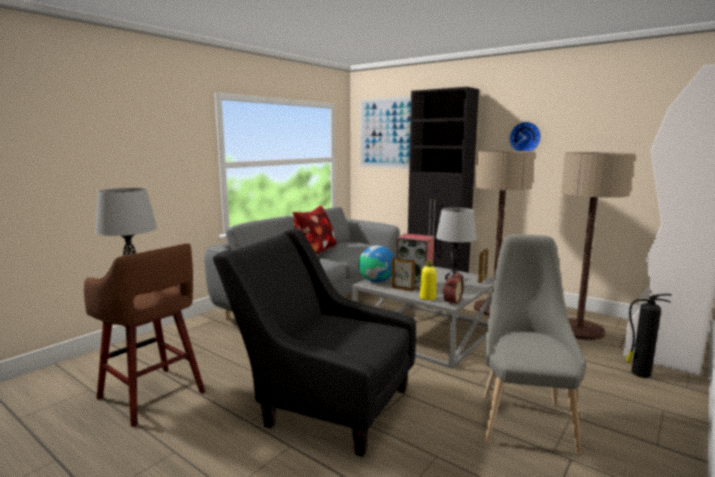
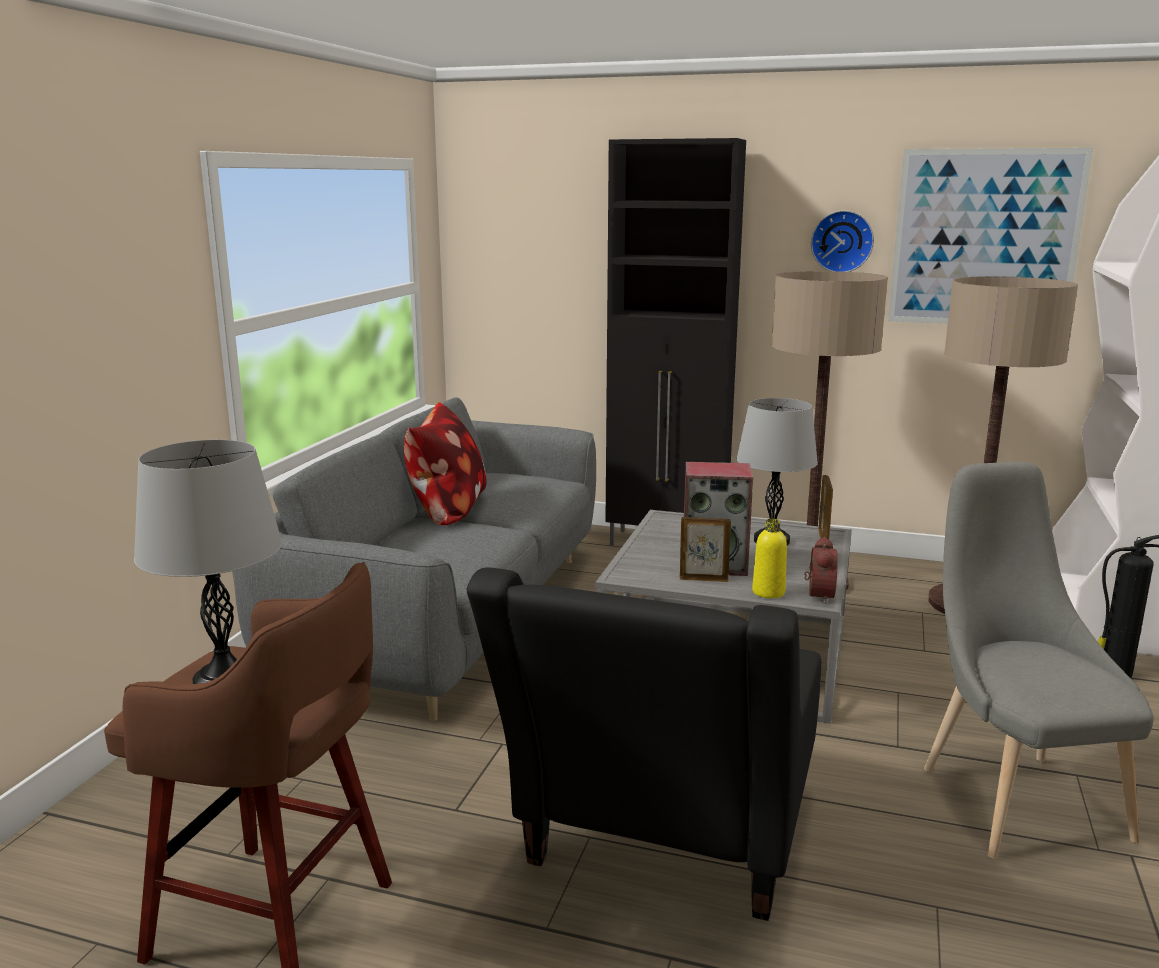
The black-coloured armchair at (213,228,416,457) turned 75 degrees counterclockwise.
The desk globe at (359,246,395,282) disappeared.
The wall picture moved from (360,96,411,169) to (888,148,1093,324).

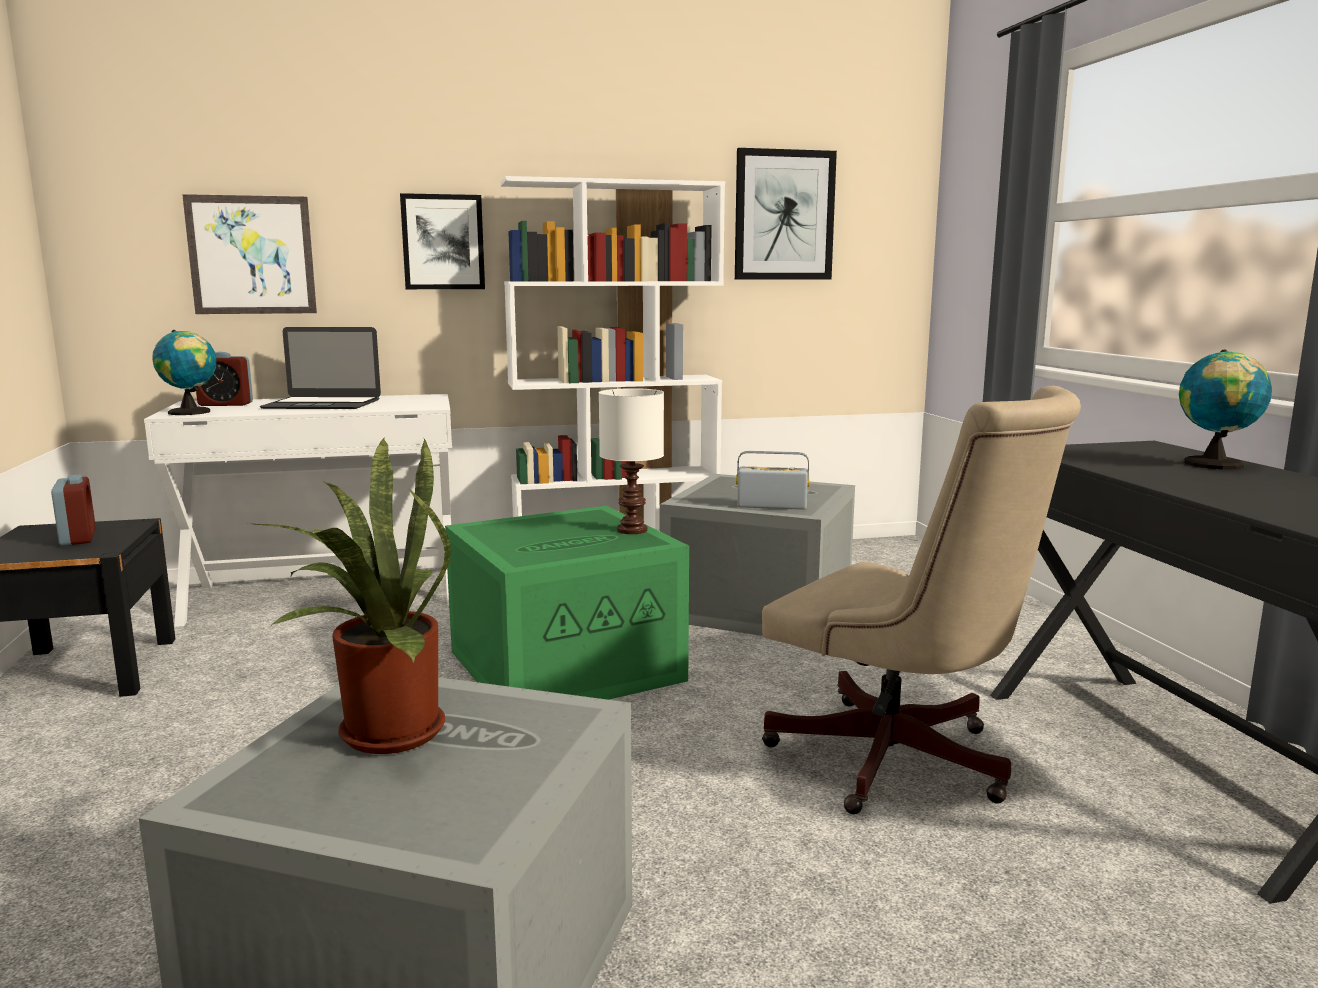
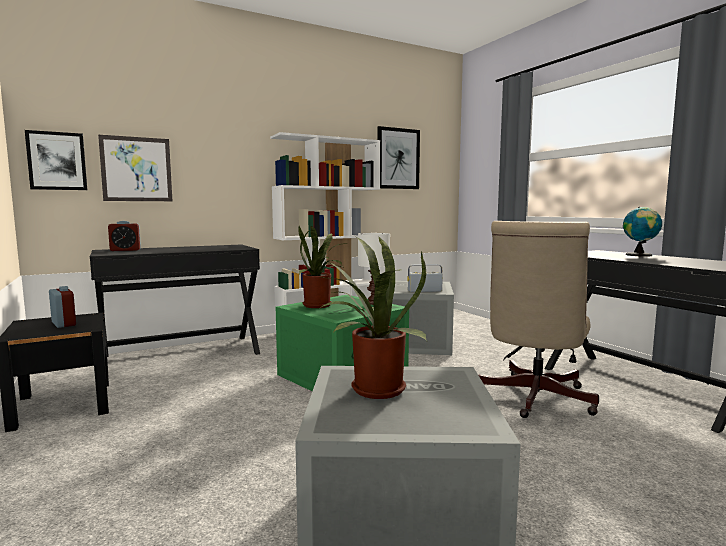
The white desk at (144,394,452,627) became the black-coloured desk at (90,244,260,367).
The desk globe at (152,330,217,415) disappeared.
The notebook computer at (259,327,381,409) disappeared.
The wall picture moved from (400,193,485,289) to (25,130,87,190).
The beige office chair at (762,386,1081,814) turned 90 degrees clockwise.
The houseplant at (298,226,348,308) appeared.

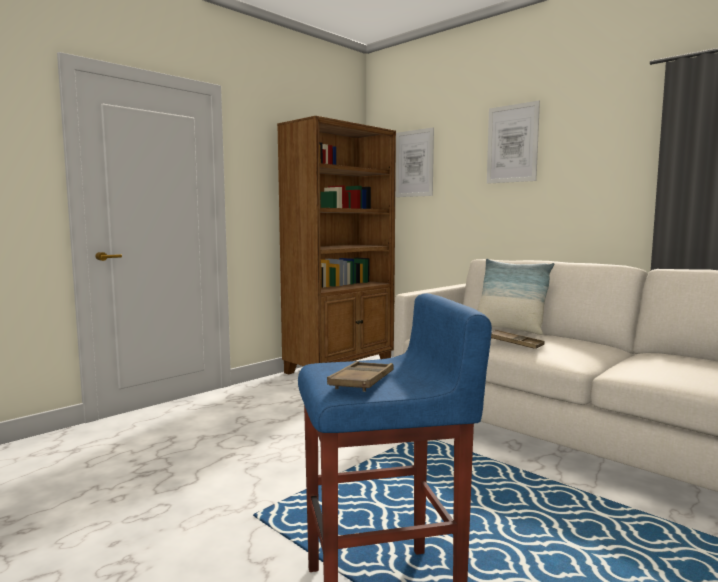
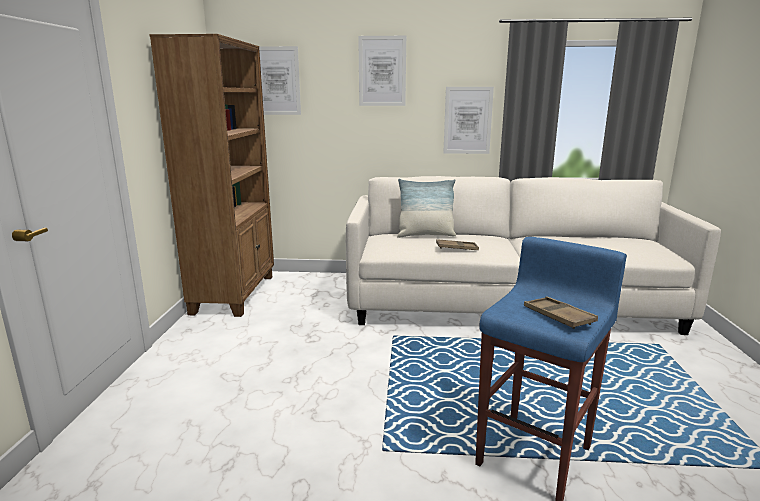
The wall picture at (443,87,494,154) appeared.

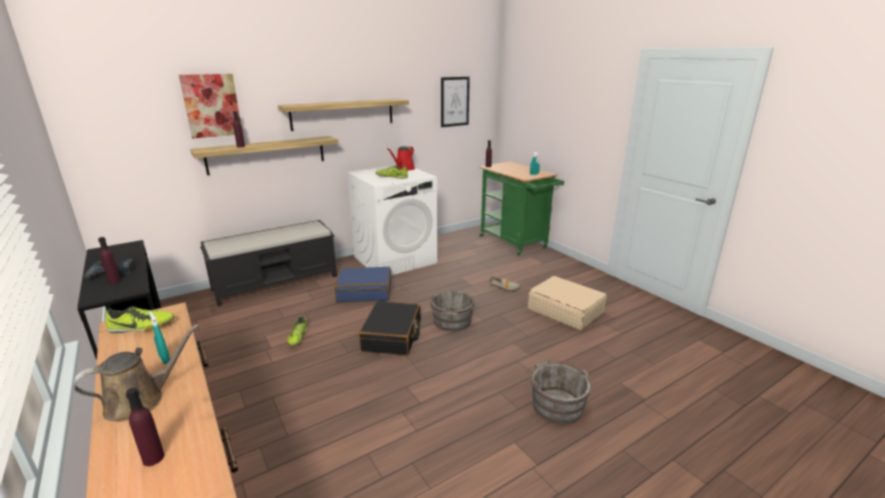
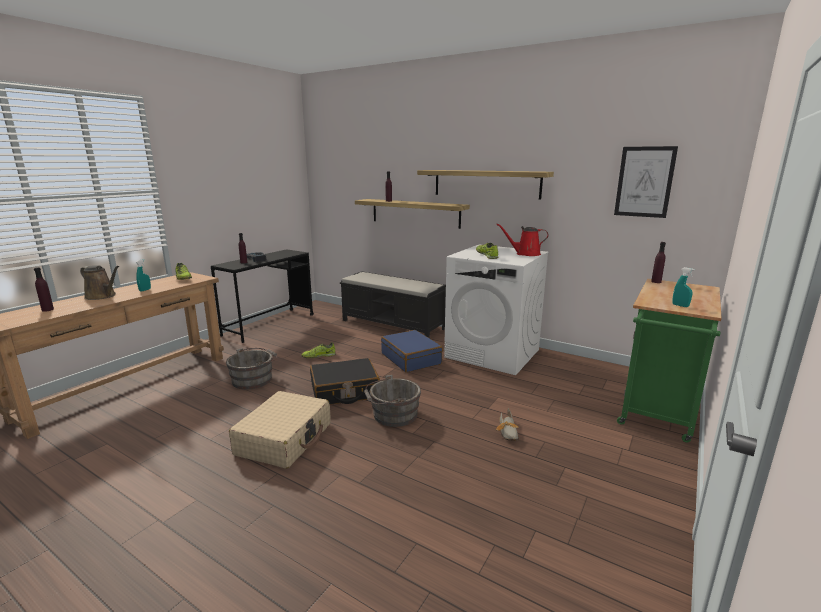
The wall picture at (179,74,241,138) disappeared.
The greyish bucket moved from (527,360,591,424) to (226,348,278,389).
The beige travel case moved from (528,276,607,330) to (229,391,331,469).

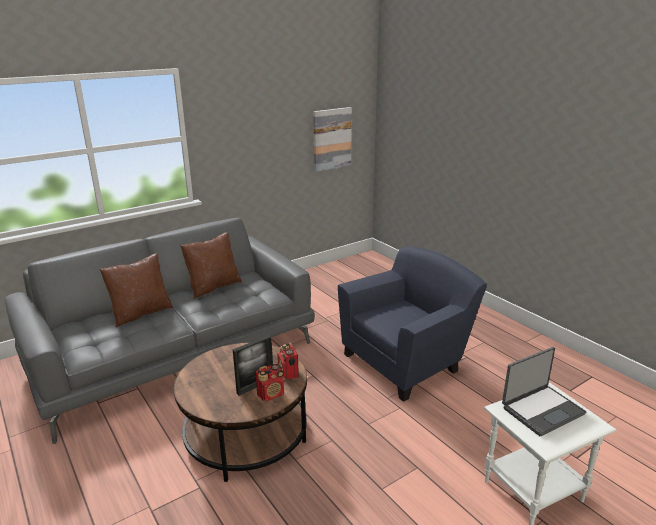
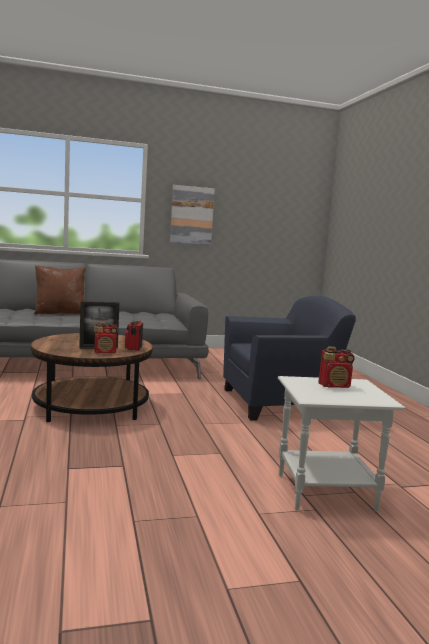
The brownish cushion at (180,232,242,298) disappeared.
The wall picture moved from (313,107,352,172) to (170,185,215,245).
The notebook computer at (502,347,586,436) was replaced by the radio receiver at (318,347,355,388).

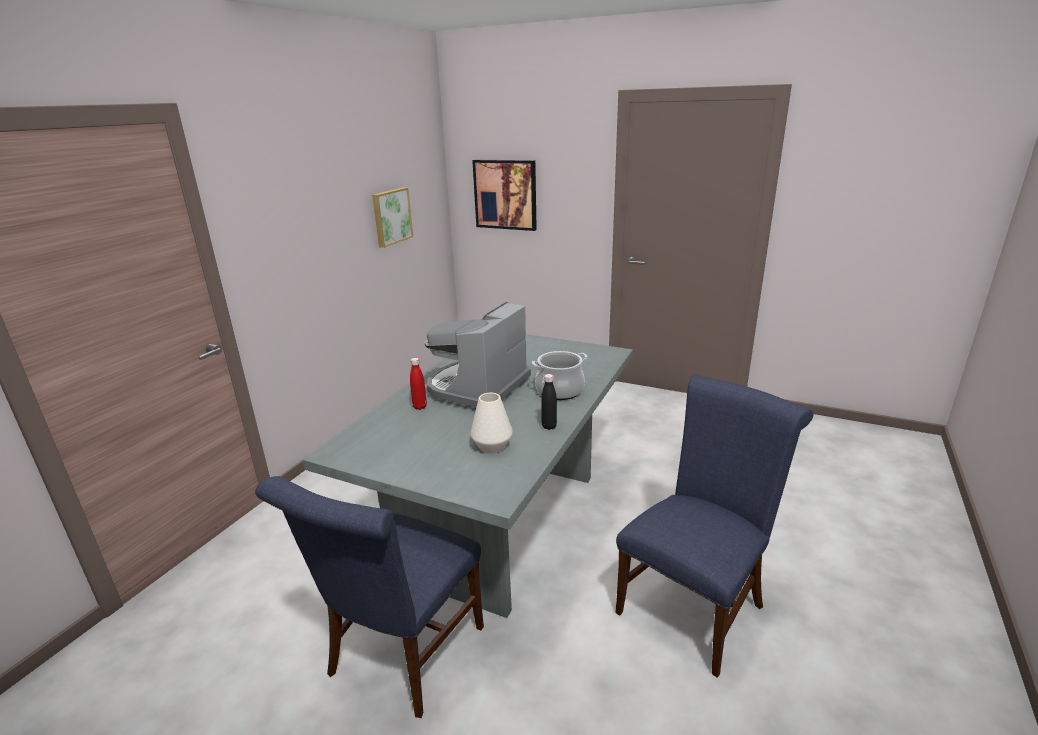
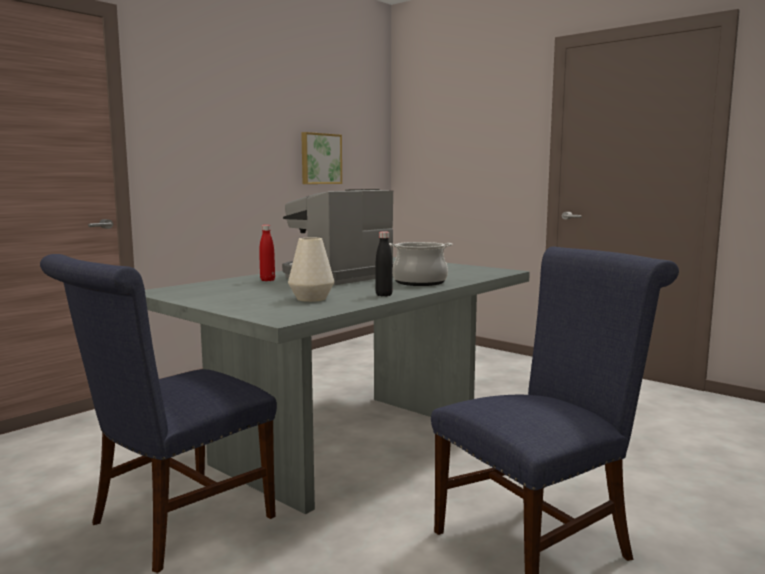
The wall picture at (472,160,537,231) disappeared.

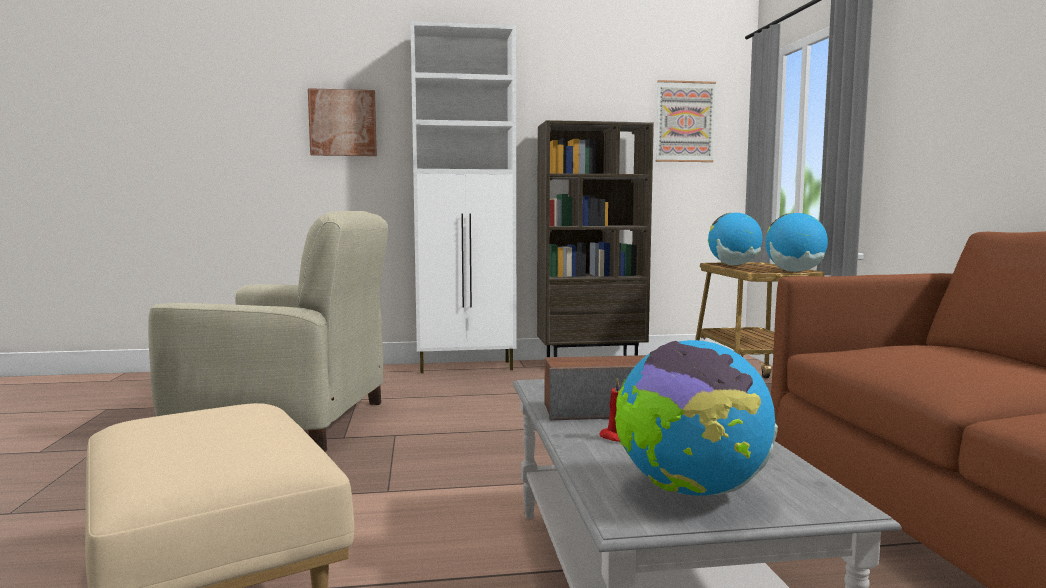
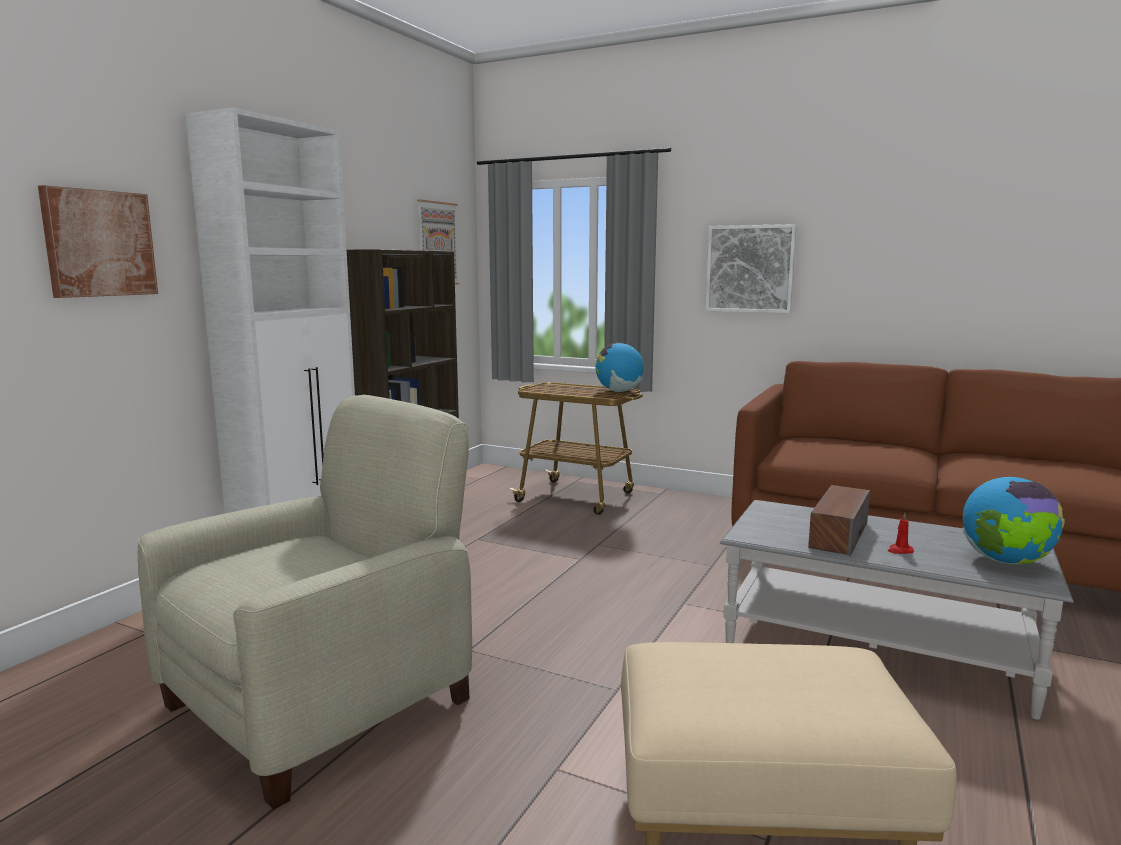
The desk globe at (708,213,762,265) disappeared.
The wall picture at (706,224,797,313) appeared.

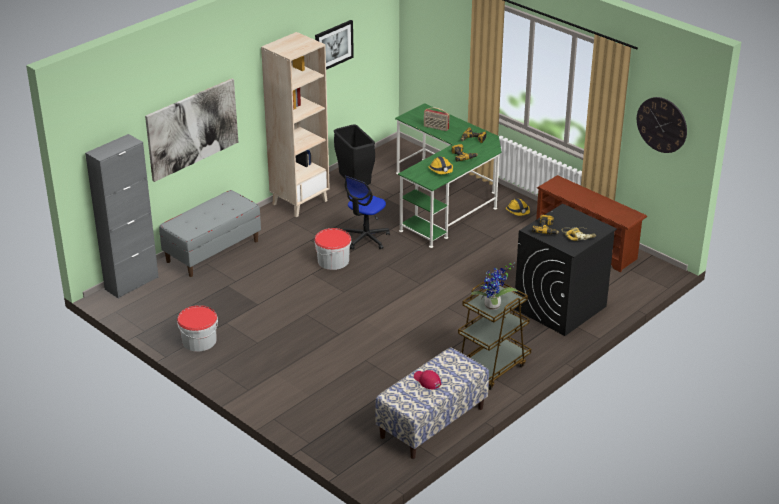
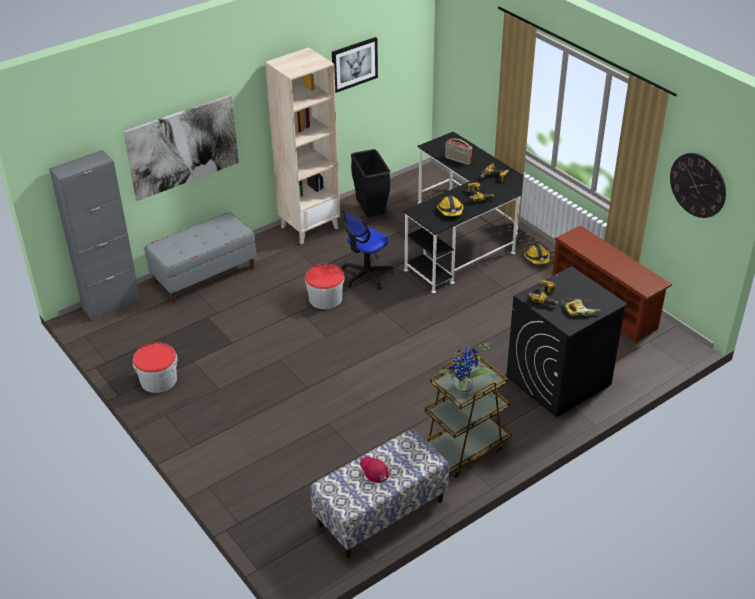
The greenish desk at (395,103,501,248) became the black-coloured desk at (403,132,523,293).

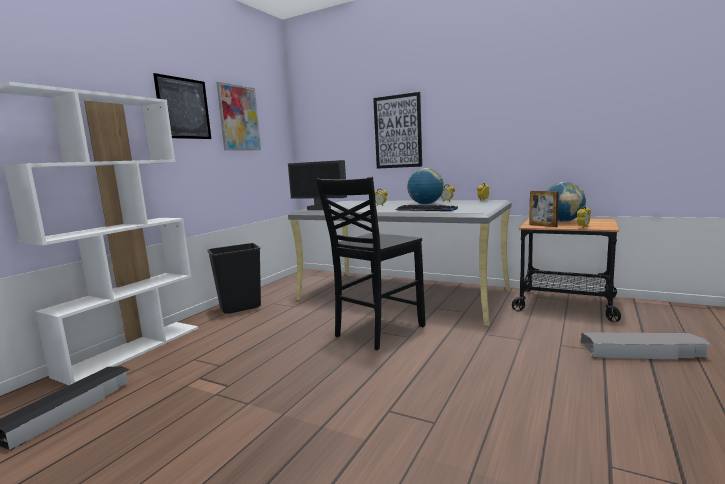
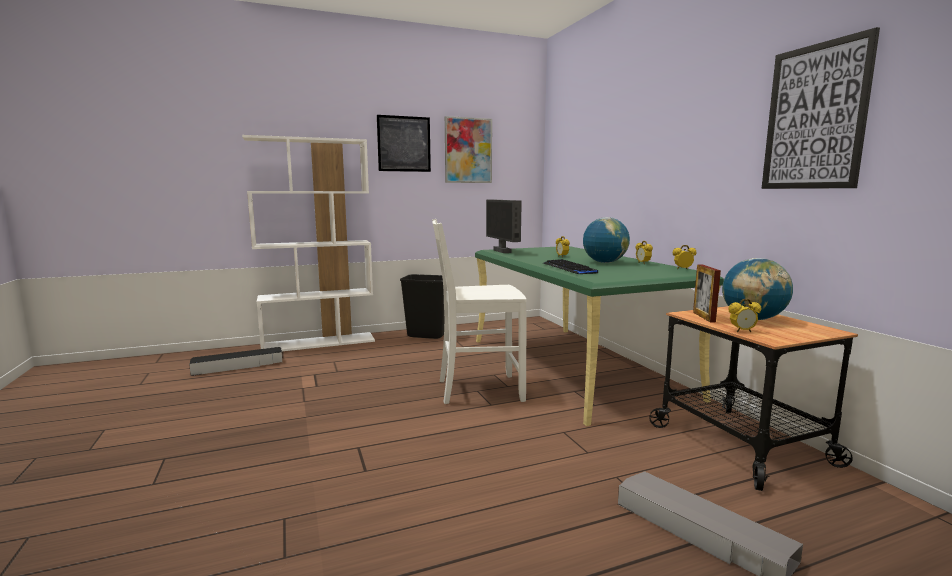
The greyish desk at (288,200,511,326) became the greenish desk at (475,246,724,426).
The black-coloured plain chair at (316,177,425,350) became the white plain chair at (432,219,527,404).
The wall picture moved from (373,92,422,169) to (761,27,880,189).

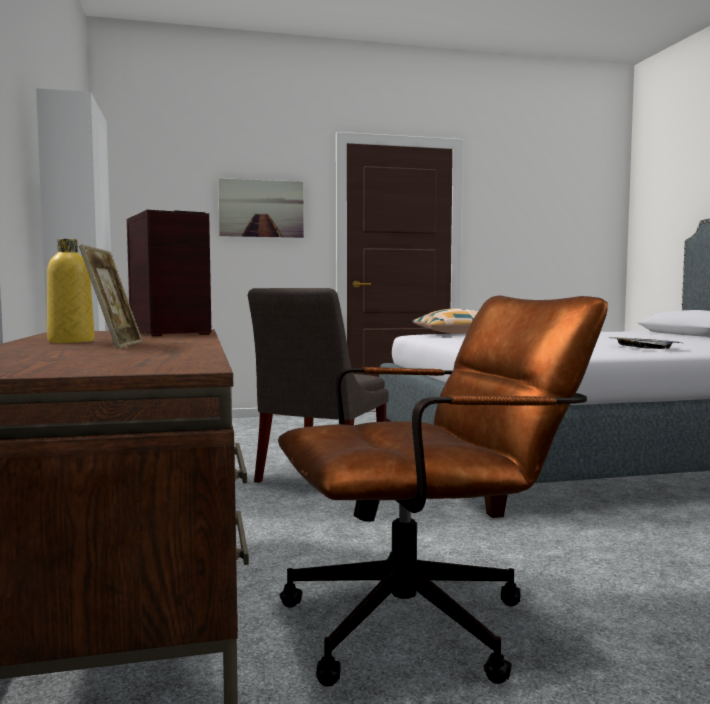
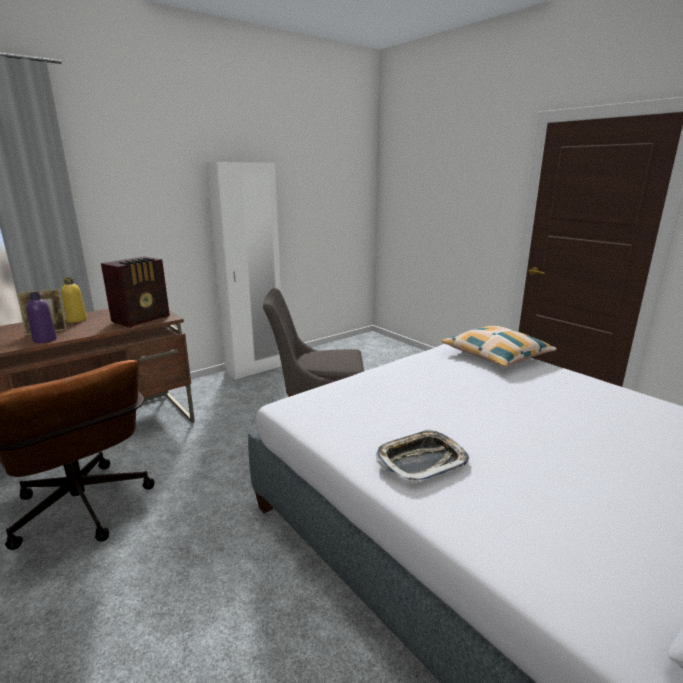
The wall picture at (218,178,304,238) disappeared.
The purplish bottle at (26,292,57,343) appeared.

